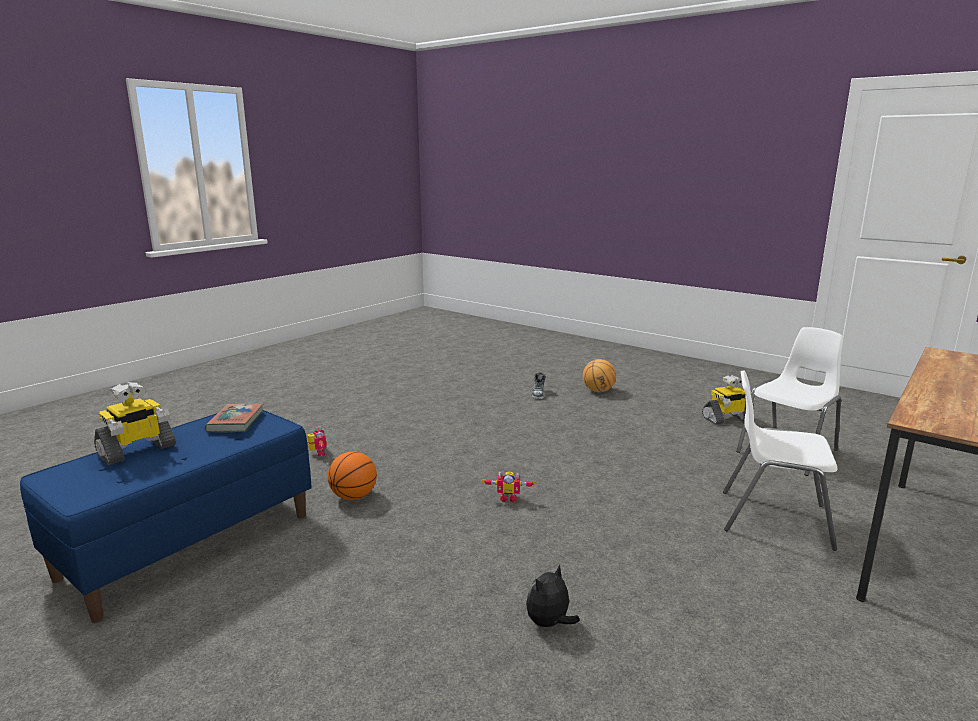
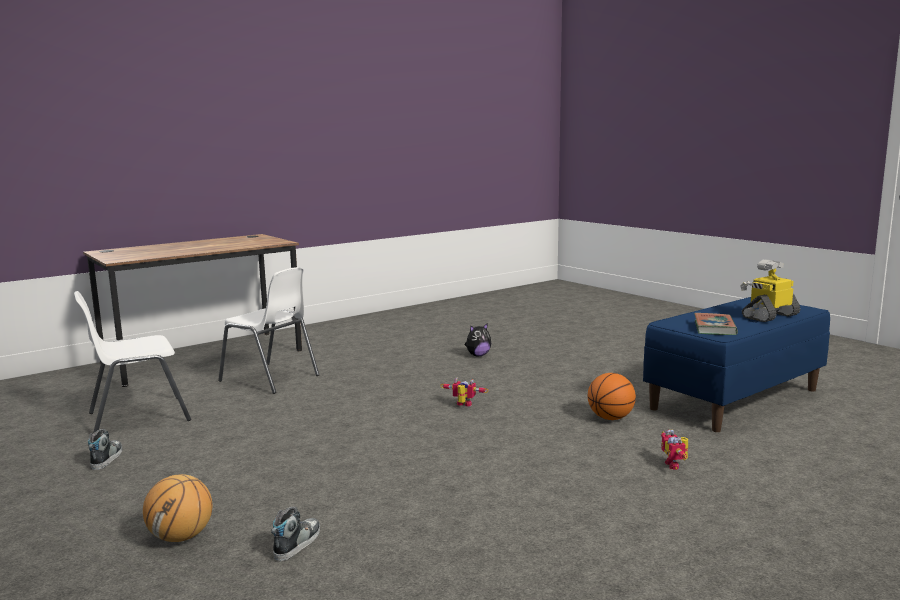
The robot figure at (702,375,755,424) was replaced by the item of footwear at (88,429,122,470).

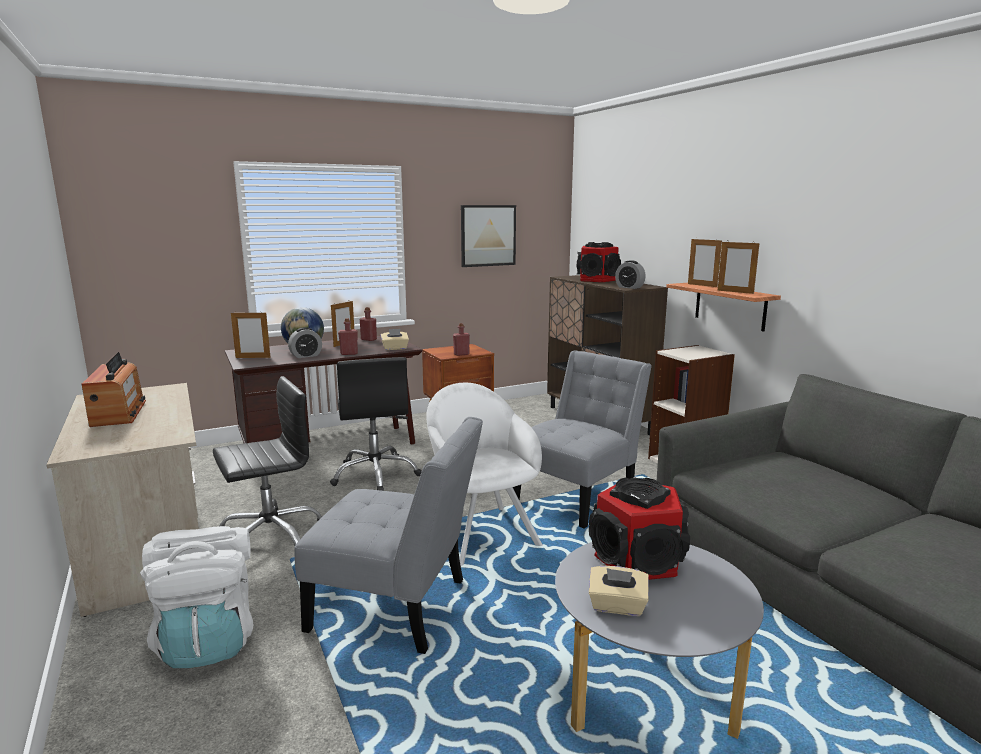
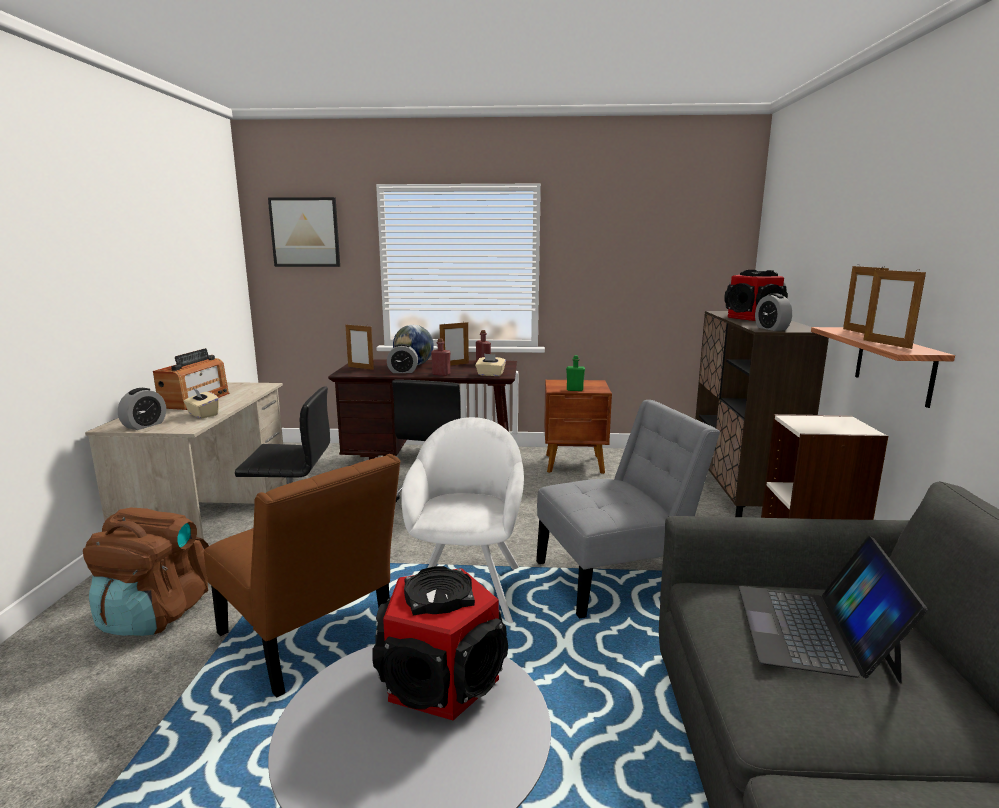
The white backpack at (140,526,253,668) became the brownish backpack at (83,508,209,636).
The greyish plain chair at (294,417,483,654) became the brownish plain chair at (204,454,401,698).
The red-coloured bottle at (453,323,470,356) became the greenish bottle at (566,355,585,391).
The wall picture moved from (461,205,516,267) to (268,197,340,267).
The beige tissue holder moved from (589,566,649,616) to (183,388,219,419).
The bedside clock at (118,388,166,430) appeared.
The notebook computer at (739,536,928,683) appeared.

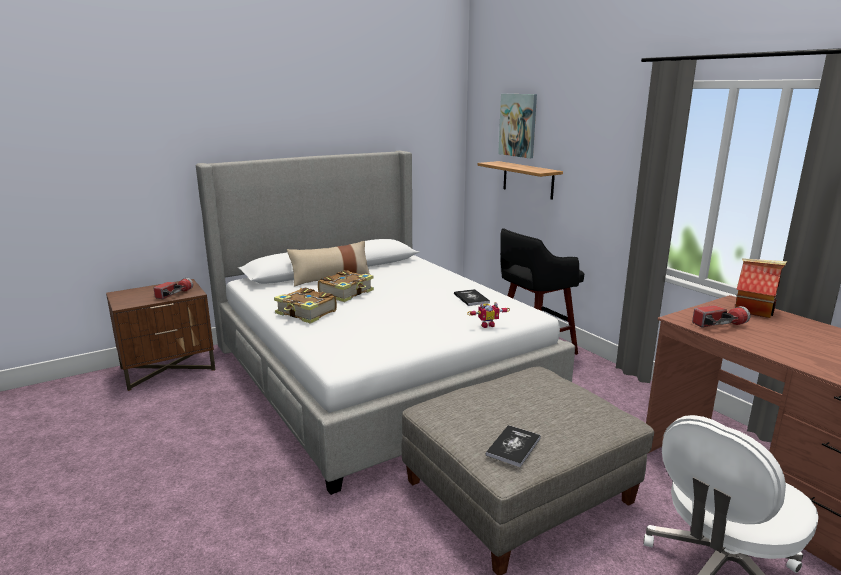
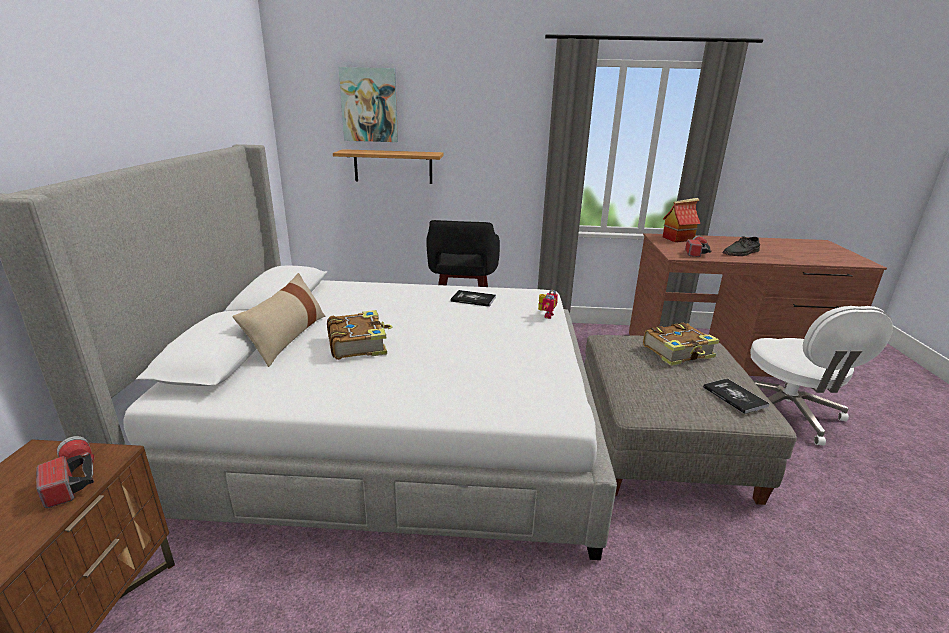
The bound book moved from (274,288,337,324) to (643,323,719,366).
The greyish item of footwear at (723,236,760,256) appeared.

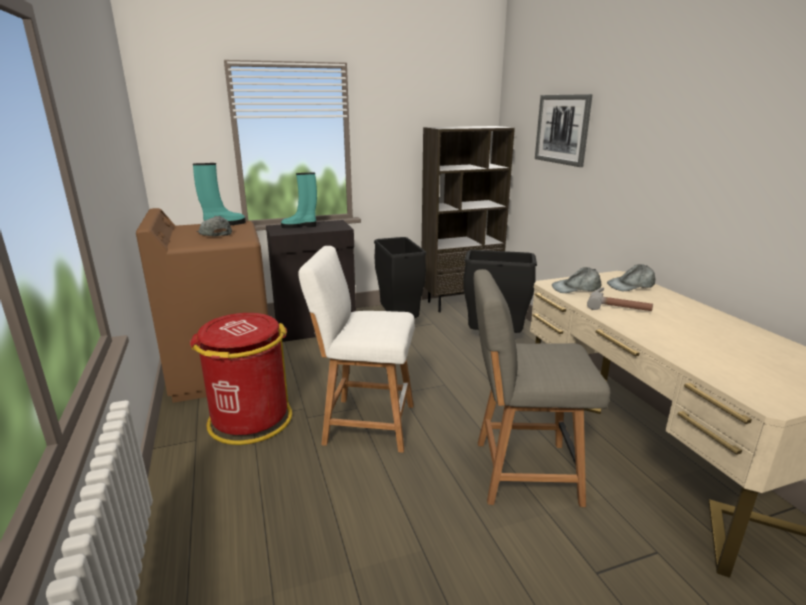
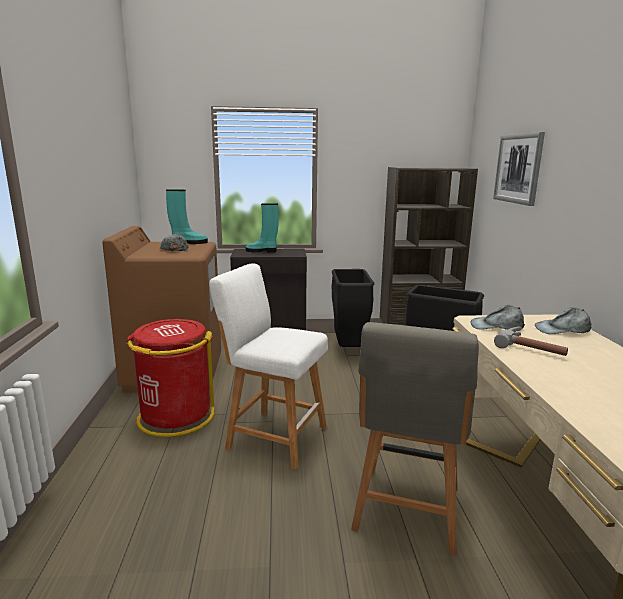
The greyish plain chair at (474,269,610,507) turned 90 degrees counterclockwise.

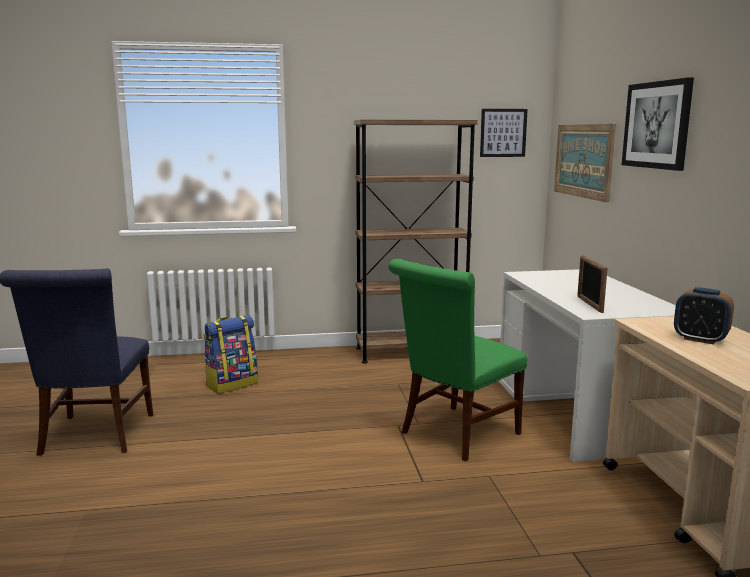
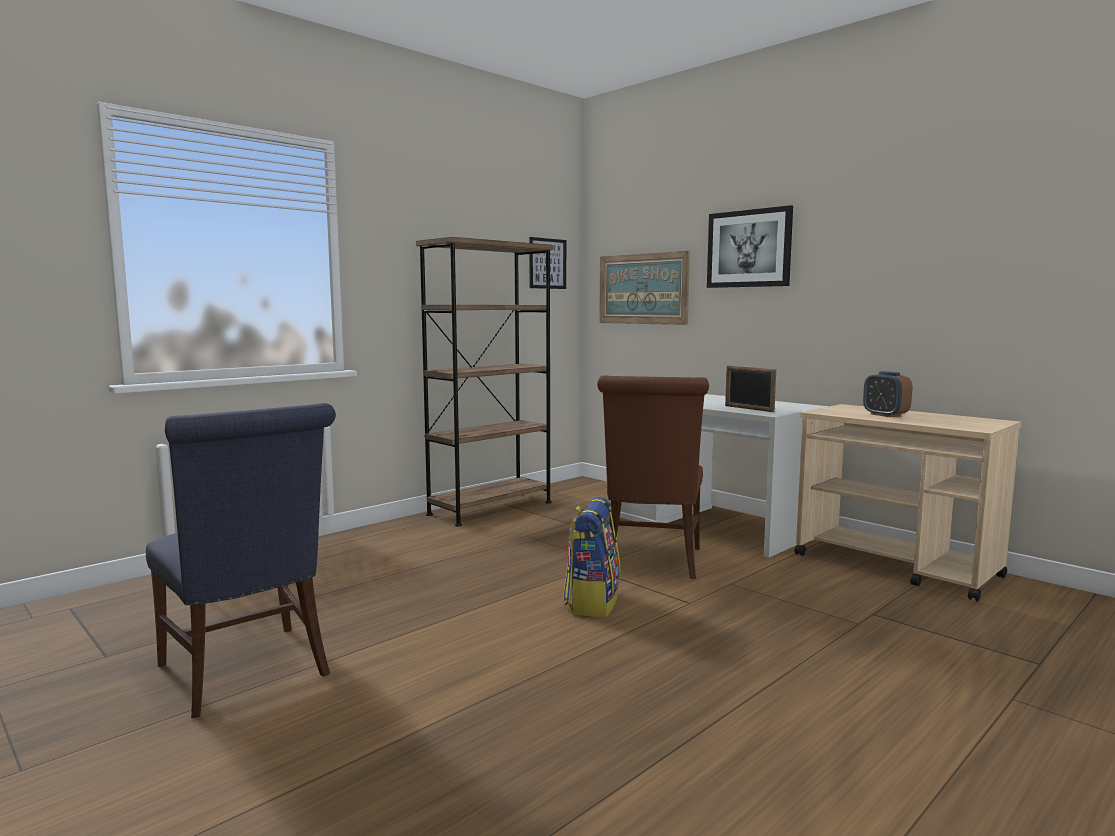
The backpack moved from (204,315,258,394) to (563,497,621,618).
The greenish plain chair at (388,259,528,462) became the brownish plain chair at (597,375,709,579).
The bedside clock at (674,287,734,344) turned 60 degrees clockwise.

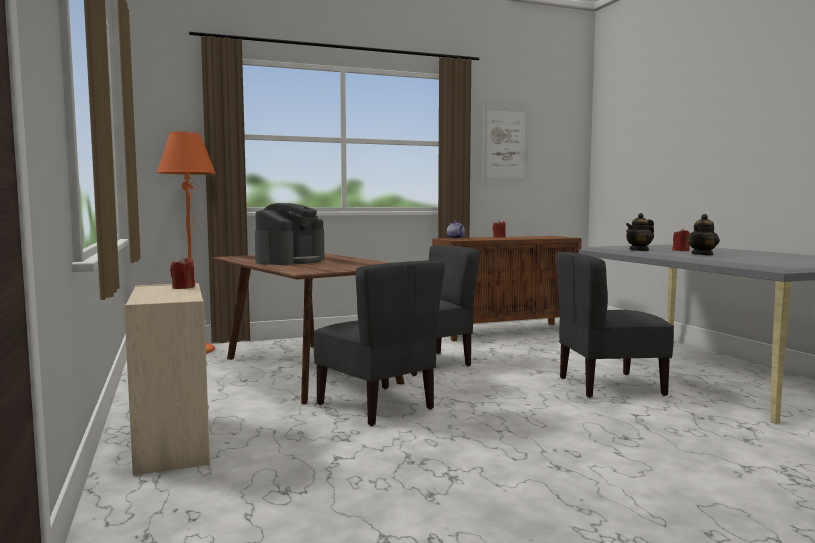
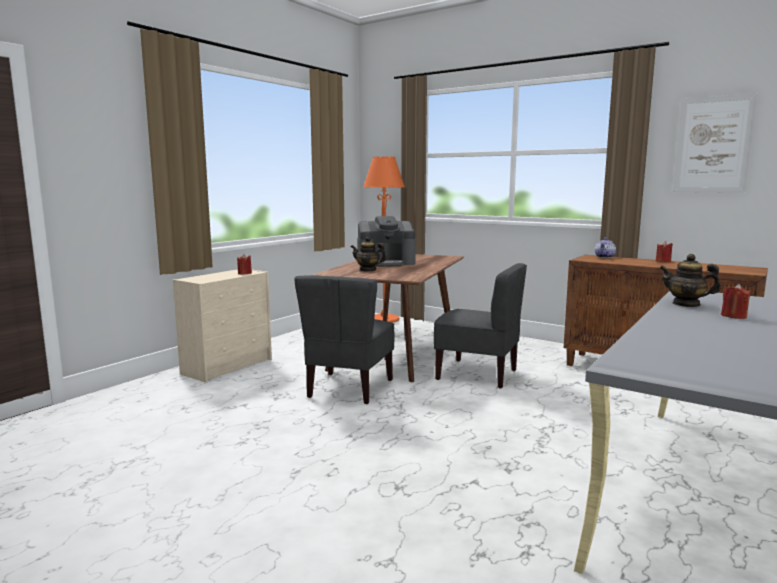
The greyish plain chair at (556,252,674,398) disappeared.
The teapot moved from (687,214,720,256) to (351,237,387,271).

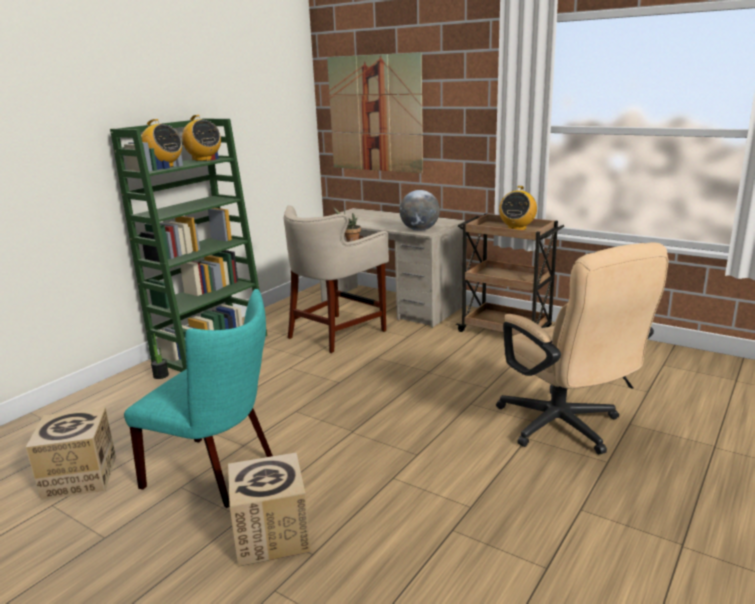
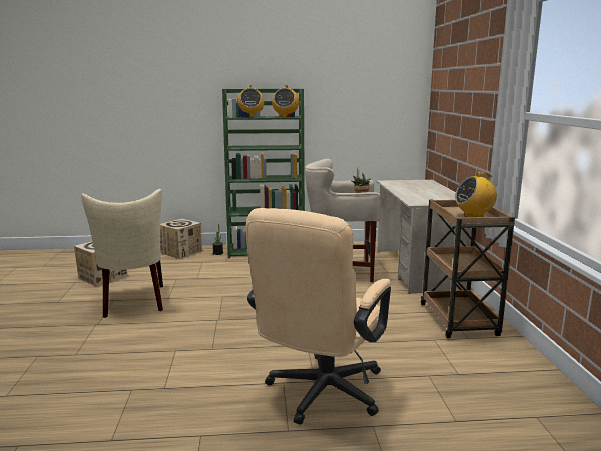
The blue-green plain chair at (124,289,273,508) became the beige plain chair at (81,189,163,318).
The carton moved from (228,452,311,567) to (160,218,202,259).
The wall picture at (327,52,423,173) disappeared.
The desk globe at (399,190,440,231) disappeared.

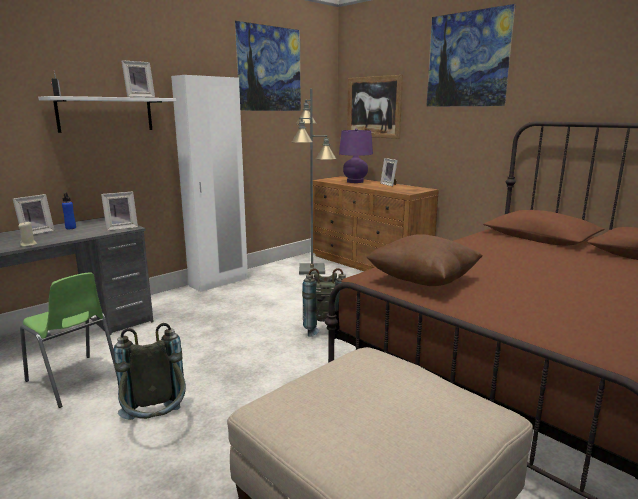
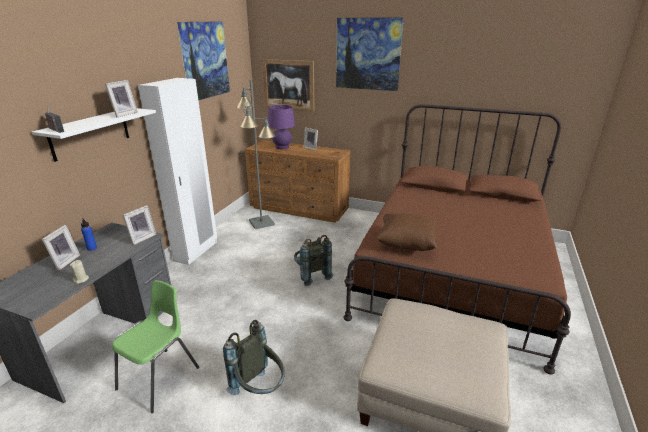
The greenish plain chair at (20,272,117,408) turned 75 degrees counterclockwise.

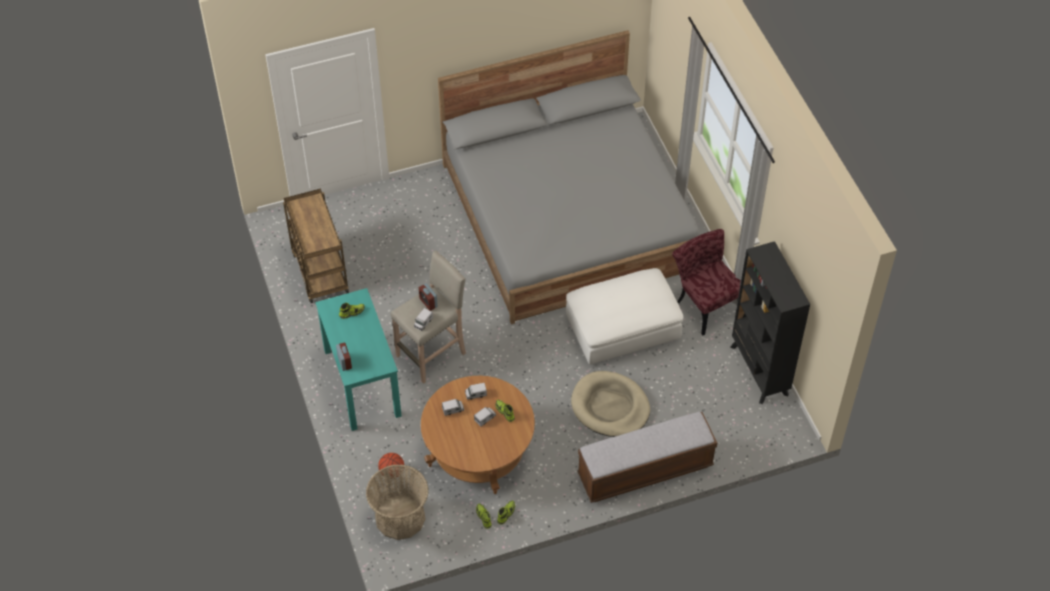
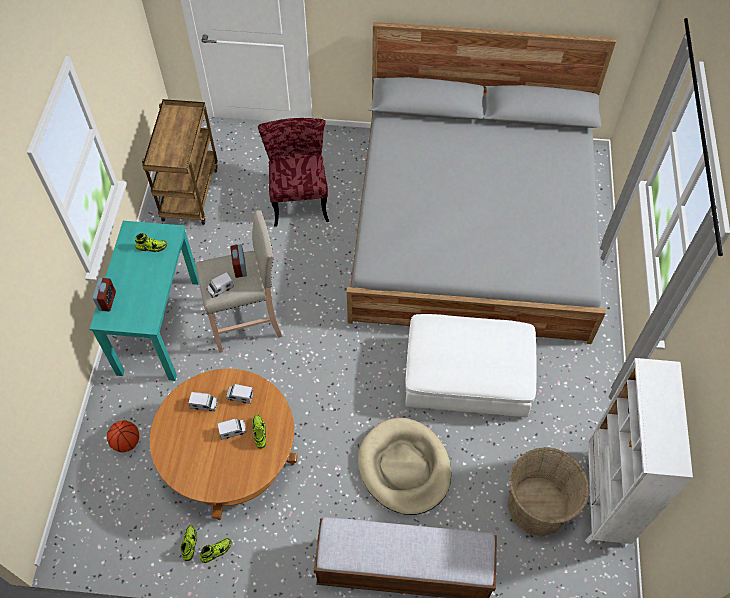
The basket moved from (366,464,429,540) to (507,447,590,537).
The red-coloured plain chair moved from (672,229,741,335) to (258,118,329,227).
The black-coloured bookcase at (730,241,810,404) became the white bookcase at (582,358,693,548).

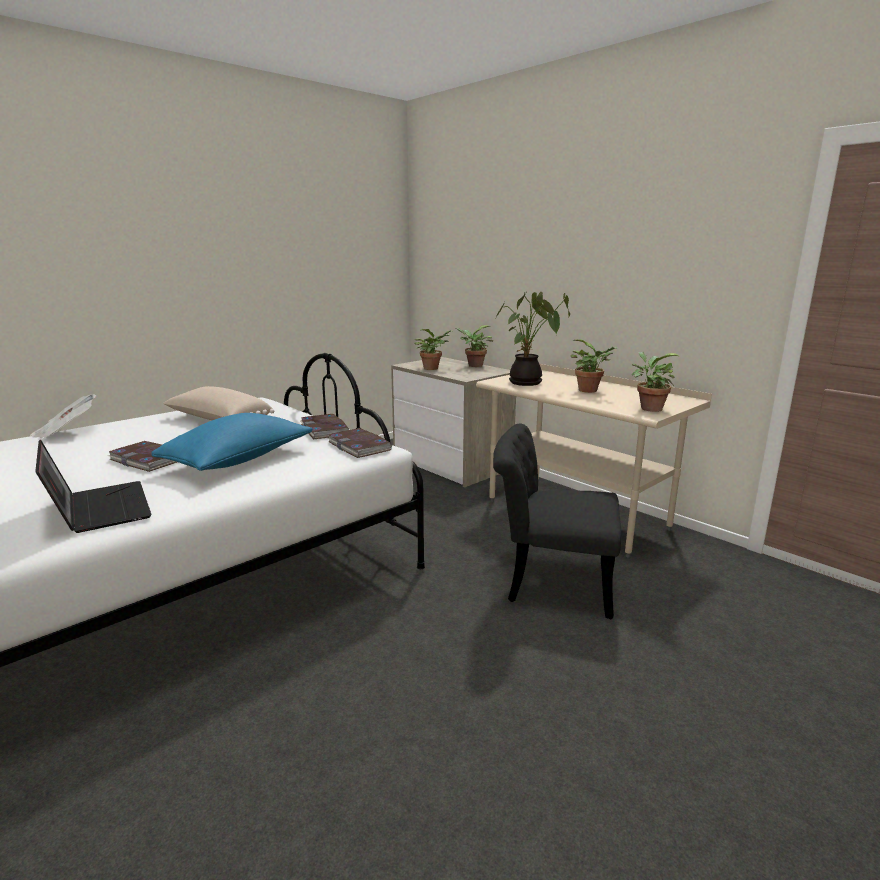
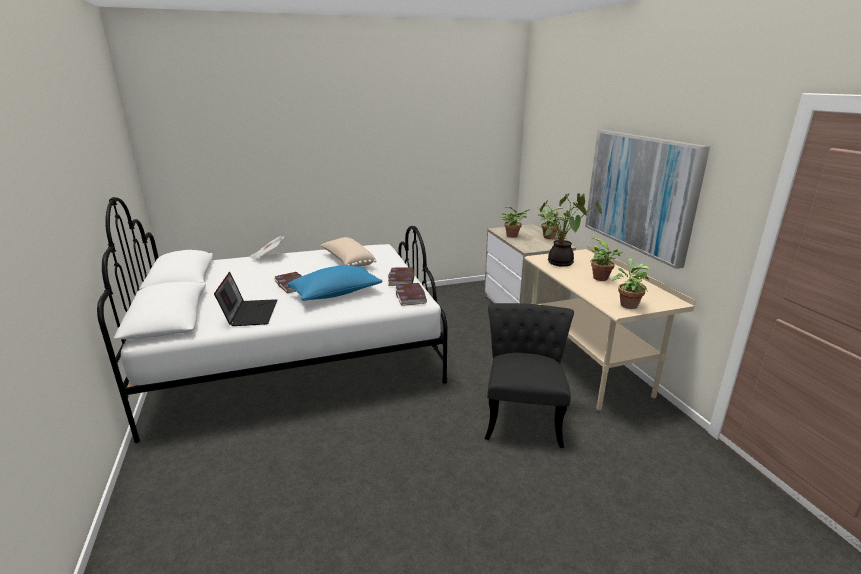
The black-coloured plain chair at (493,424,621,620) turned 60 degrees clockwise.
The wall picture at (585,130,710,269) appeared.

